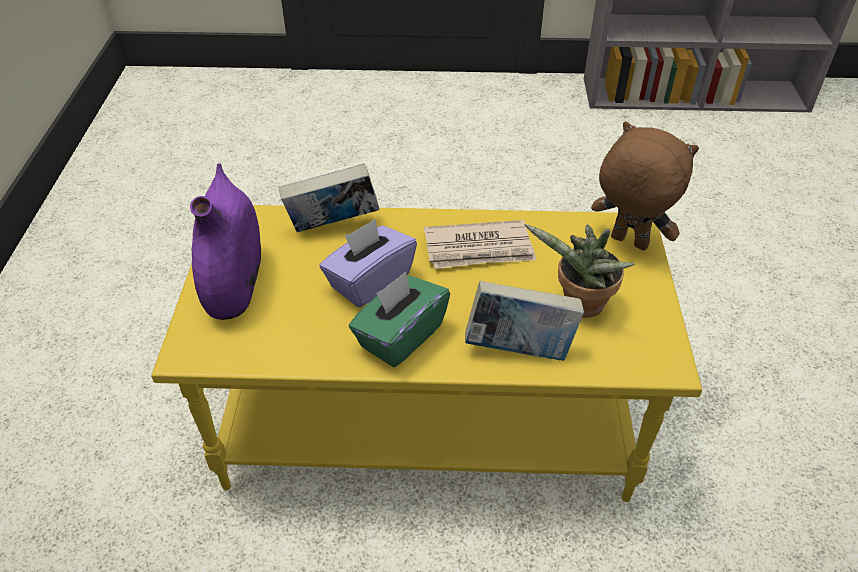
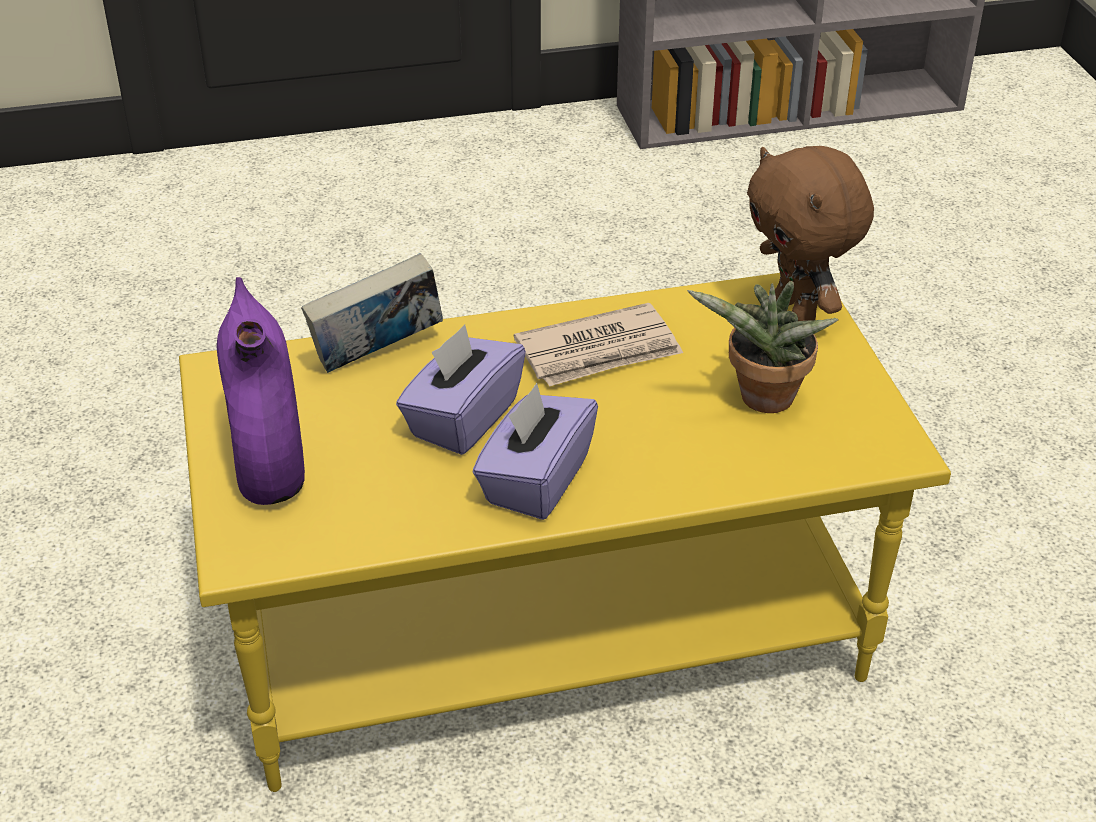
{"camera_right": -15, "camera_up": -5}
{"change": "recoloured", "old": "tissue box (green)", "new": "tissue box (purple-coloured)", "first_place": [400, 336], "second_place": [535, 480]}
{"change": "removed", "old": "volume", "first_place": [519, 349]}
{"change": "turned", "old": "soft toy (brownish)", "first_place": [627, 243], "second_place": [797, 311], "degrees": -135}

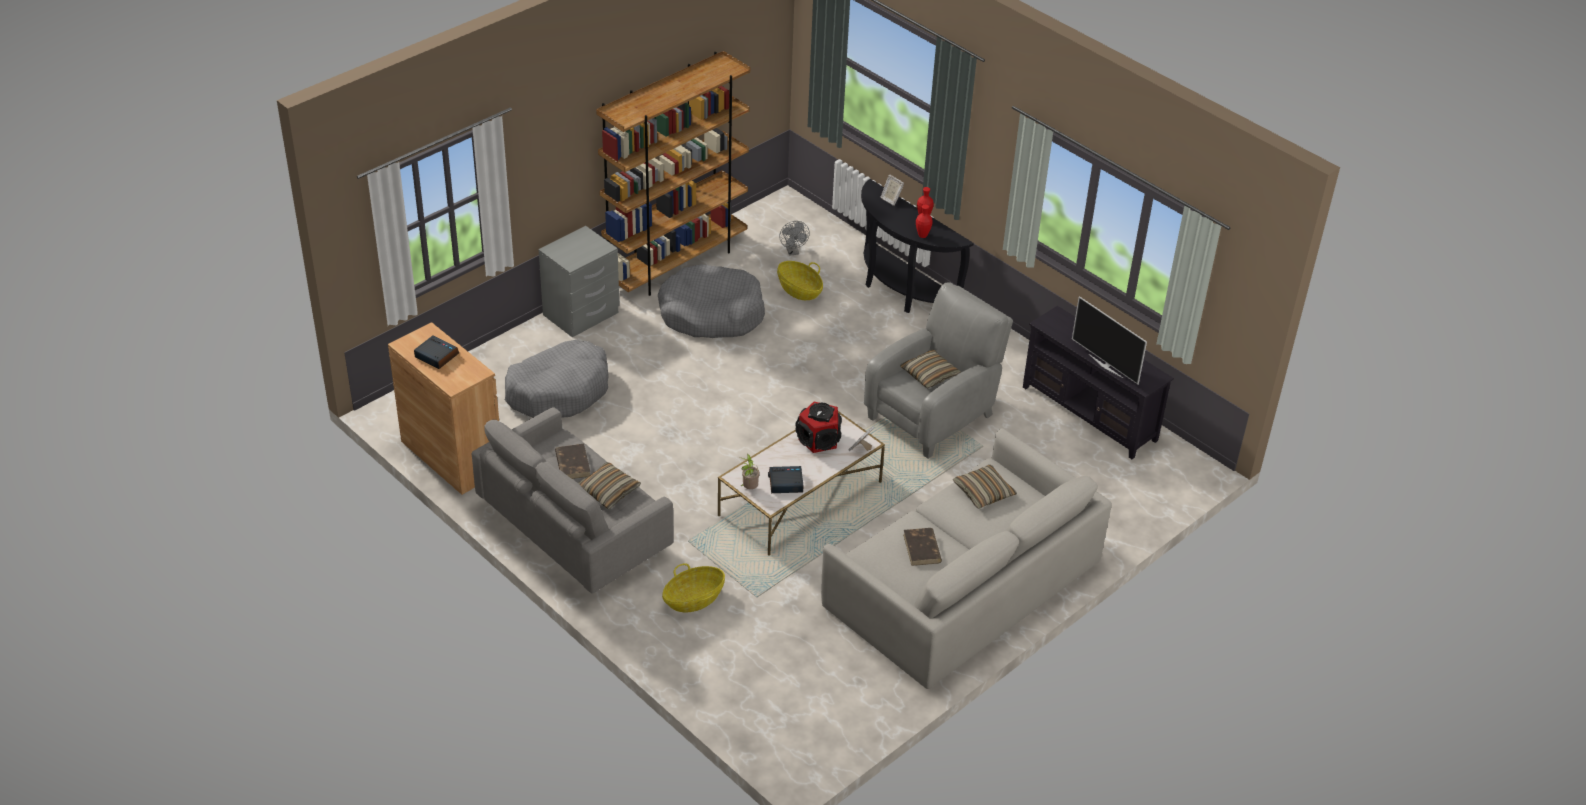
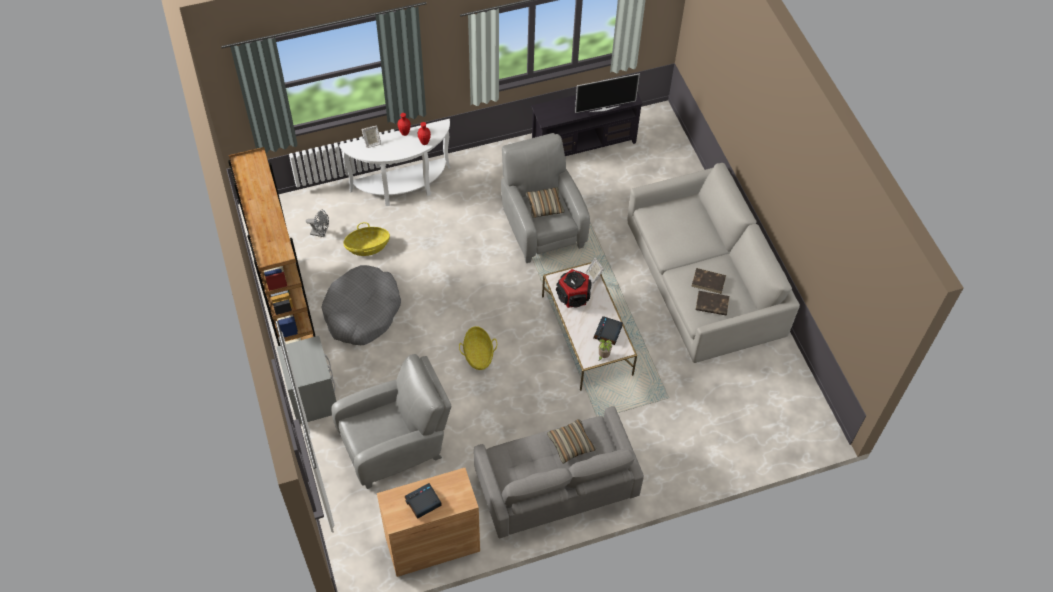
{"camera_right": -65, "camera_up": 15}
{"change": "replaced", "old": "pet bed (gray)", "new": "easy chair (gray)", "first_place": [559, 391], "second_place": [395, 444]}
{"change": "moved", "old": "volume (brownish)", "first_place": [572, 463], "second_place": [711, 304]}
{"change": "moved", "old": "basket", "first_place": [693, 599], "second_place": [478, 355]}
{"change": "recoloured", "old": "narrow table (blackish)", "new": "narrow table (white)", "first_place": [900, 290], "second_place": [403, 188]}
{"change": "removed", "old": "pillow", "first_place": [983, 492]}

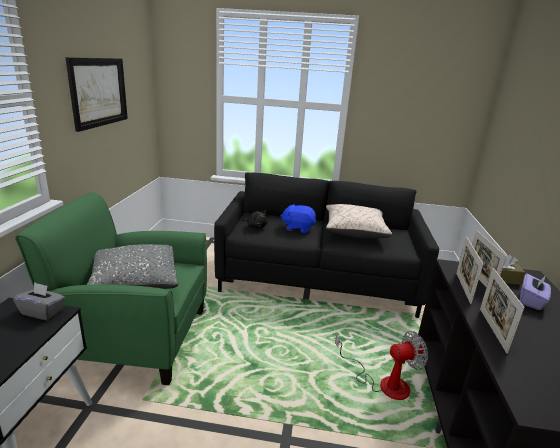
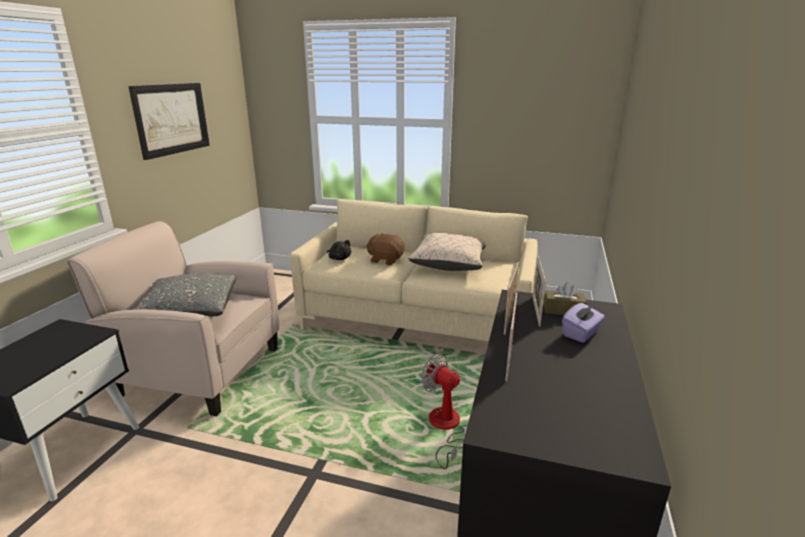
{"camera_right": 10, "camera_up": 0}
{"change": "removed", "old": "tissue box (gray)", "first_place": [42, 312]}
{"change": "recoloured", "old": "easy chair (green)", "new": "easy chair (beige-coloured)", "first_place": [135, 338], "second_place": [199, 371]}
{"change": "recoloured", "old": "sofa (blackish)", "new": "sofa (beige-coloured)", "first_place": [318, 279], "second_place": [417, 319]}
{"change": "recoloured", "old": "soft toy (bluish)", "new": "soft toy (brownish)", "first_place": [298, 228], "second_place": [386, 260]}
{"change": "turned", "old": "fan", "first_place": [383, 383], "second_place": [445, 428], "degrees": -135}

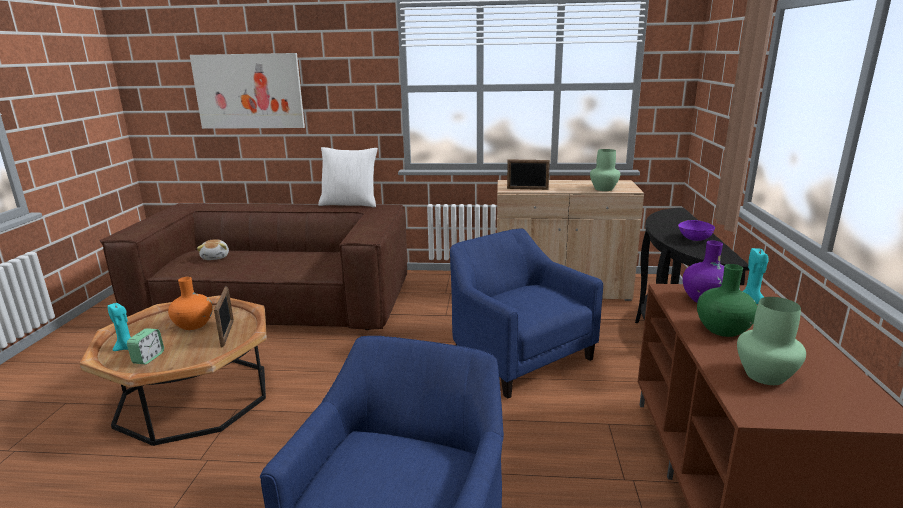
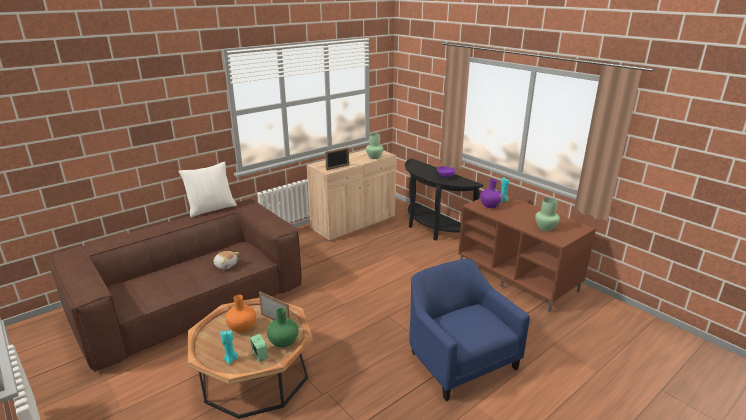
{"camera_right": -45, "camera_up": 5}
{"change": "removed", "old": "wall picture", "first_place": [249, 91]}
{"change": "moved", "old": "soft toy", "first_place": [216, 257], "second_place": [226, 265]}
{"change": "removed", "old": "easy chair (bluish)", "first_place": [517, 356]}
{"change": "moved", "old": "vase (green)", "first_place": [722, 329], "second_place": [283, 342]}

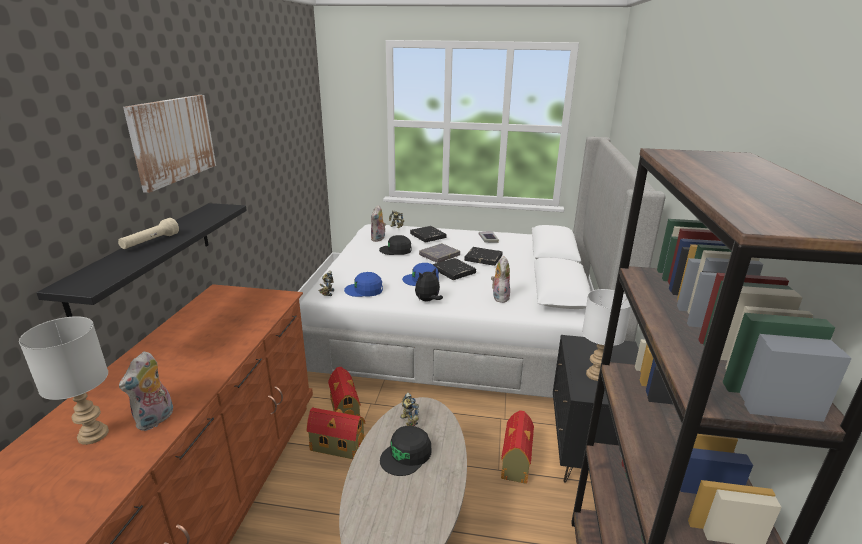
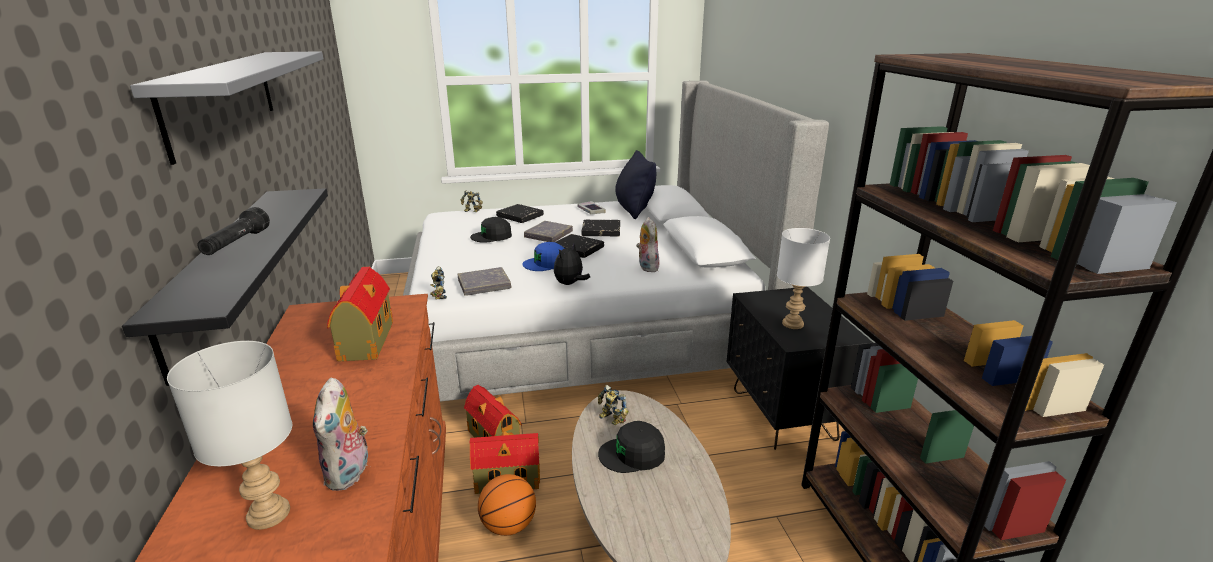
{"camera_right": -20, "camera_up": 0}
{"change": "recoloured", "old": "hand torch (beige-coloured)", "new": "hand torch (blackish)", "first_place": [150, 242], "second_place": [236, 244]}
{"change": "replaced", "old": "wall picture", "new": "shelf (gray)", "first_place": [172, 140], "second_place": [222, 99]}
{"change": "replaced", "old": "baseball cap (bluish)", "new": "volume (gray)", "first_place": [364, 290], "second_place": [484, 285]}
{"change": "removed", "old": "soft toy", "first_place": [378, 239]}
{"change": "turned", "old": "baseball cap (blackish)", "first_place": [406, 455], "second_place": [633, 454], "degrees": 60}
{"change": "moved", "old": "toy house", "first_place": [515, 463], "second_place": [366, 342]}
{"change": "added", "new": "basketball ball", "second_place": [509, 525]}
{"change": "added", "new": "pillow (blackish)", "second_place": [634, 209]}

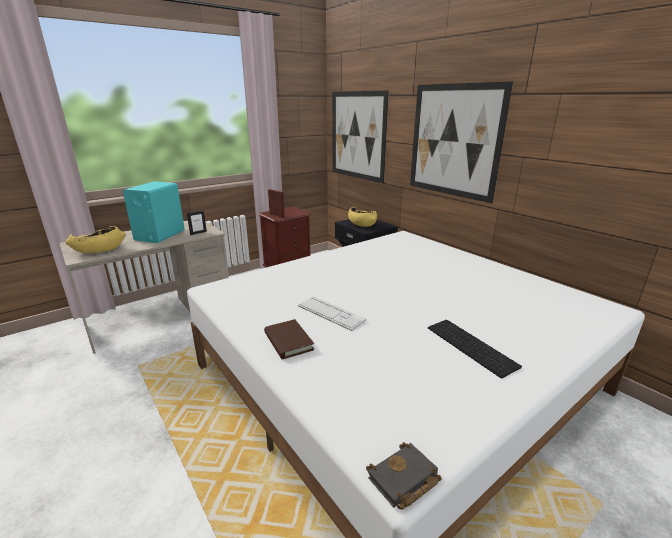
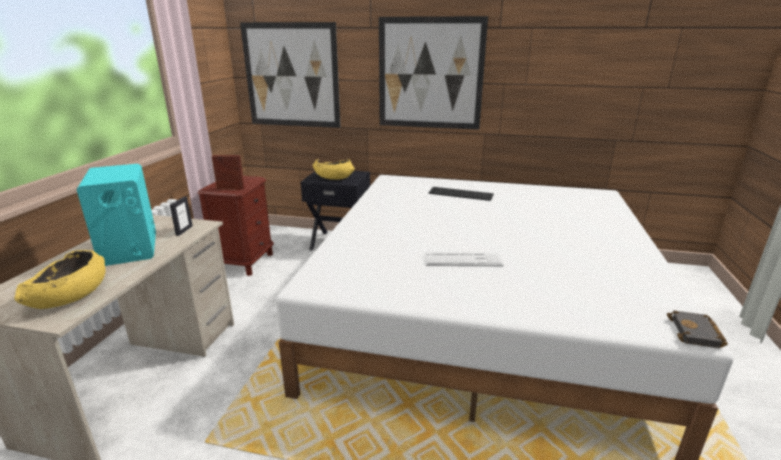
{"camera_right": -40, "camera_up": 0}
{"change": "removed", "old": "volume (brownish)", "first_place": [288, 341]}
{"change": "moved", "old": "keyboard", "first_place": [472, 346], "second_place": [461, 193]}

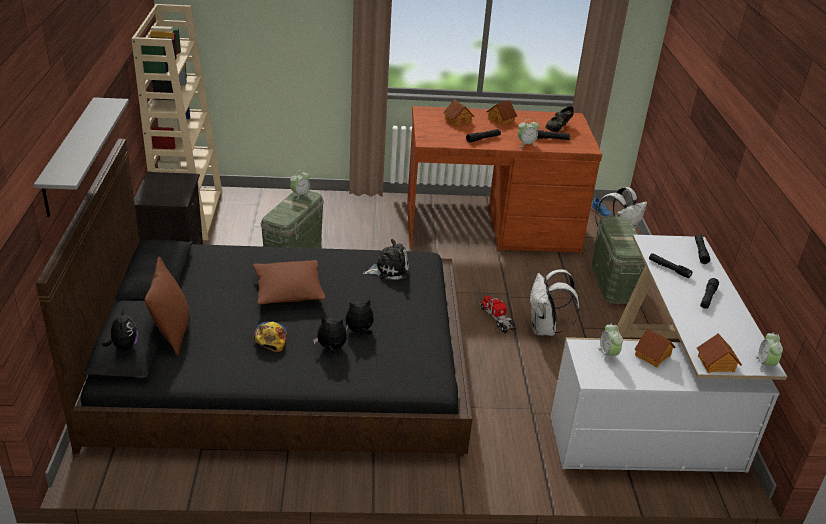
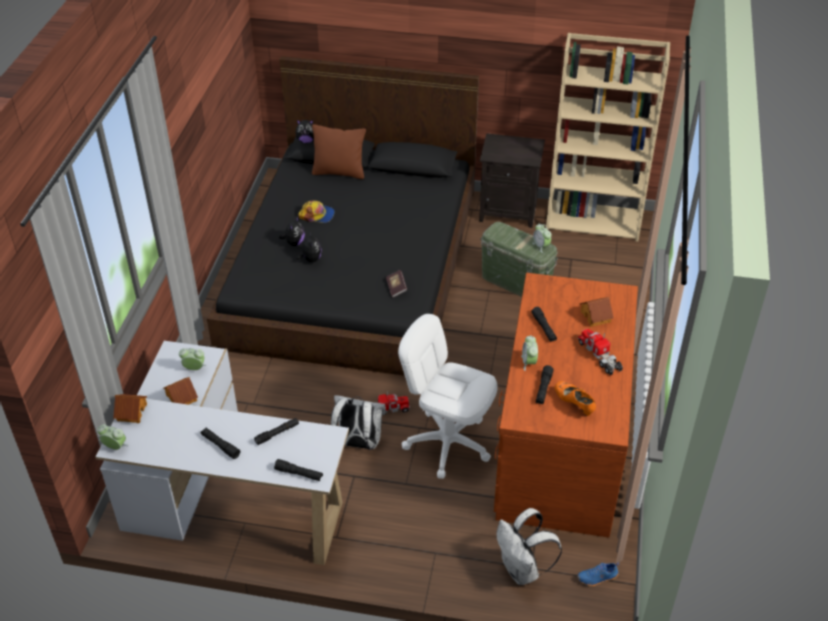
{"camera_right": 105, "camera_up": 10}
{"change": "removed", "old": "shelf (gray)", "first_place": [69, 156]}
{"change": "removed", "old": "pillow (brownish)", "first_place": [288, 291]}
{"change": "replaced", "old": "soft toy", "new": "volume", "first_place": [389, 269], "second_place": [396, 288]}
{"change": "replaced", "old": "toy house", "new": "model truck", "first_place": [501, 120], "second_place": [599, 356]}
{"change": "recoloured", "old": "low shoe (blackish)", "new": "low shoe (orange-coloured)", "first_place": [558, 128], "second_place": [574, 404]}
{"change": "removed", "old": "storage container (green)", "first_place": [613, 283]}
{"change": "added", "new": "computer chair (white)", "second_place": [448, 443]}

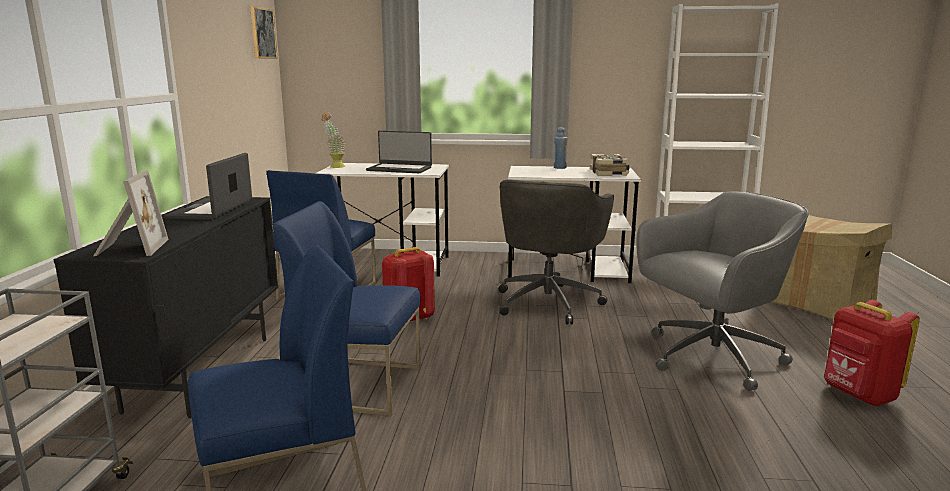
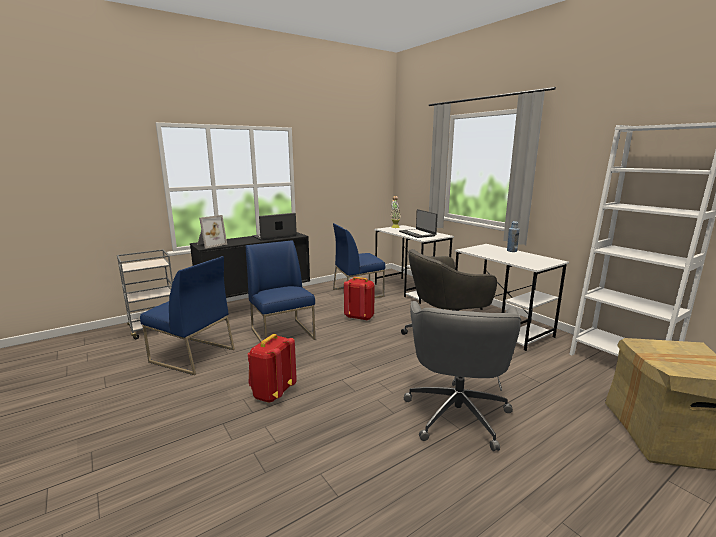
{"camera_right": 50, "camera_up": 0}
{"change": "removed", "old": "wall picture", "first_place": [262, 33]}
{"change": "removed", "old": "volume", "first_place": [609, 173]}
{"change": "turned", "old": "computer chair (gray)", "first_place": [710, 358], "second_place": [457, 412], "degrees": 75}
{"change": "moved", "old": "rucksack (red)", "first_place": [858, 395], "second_place": [272, 393]}

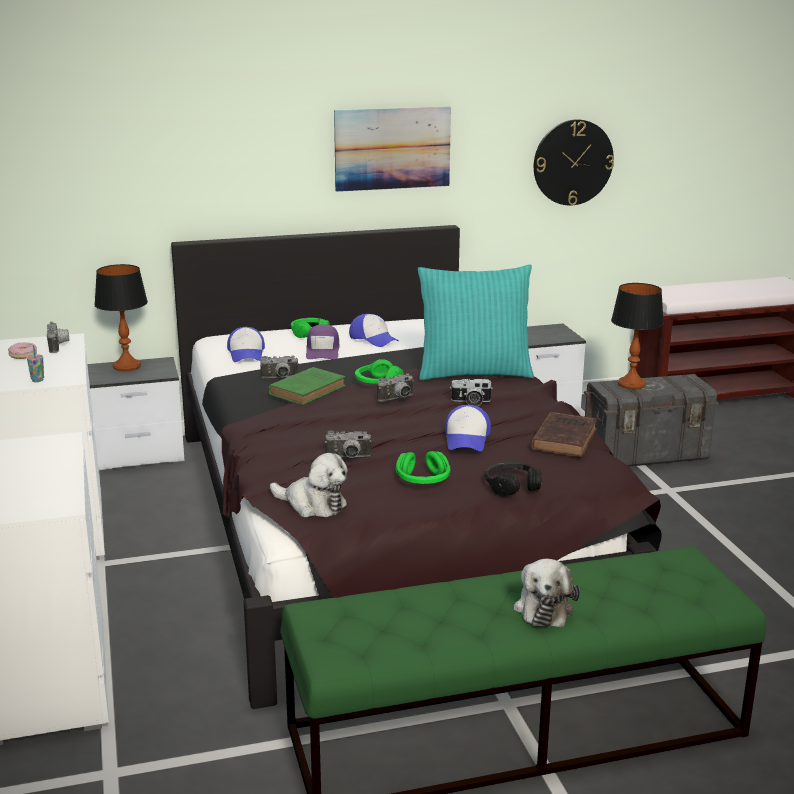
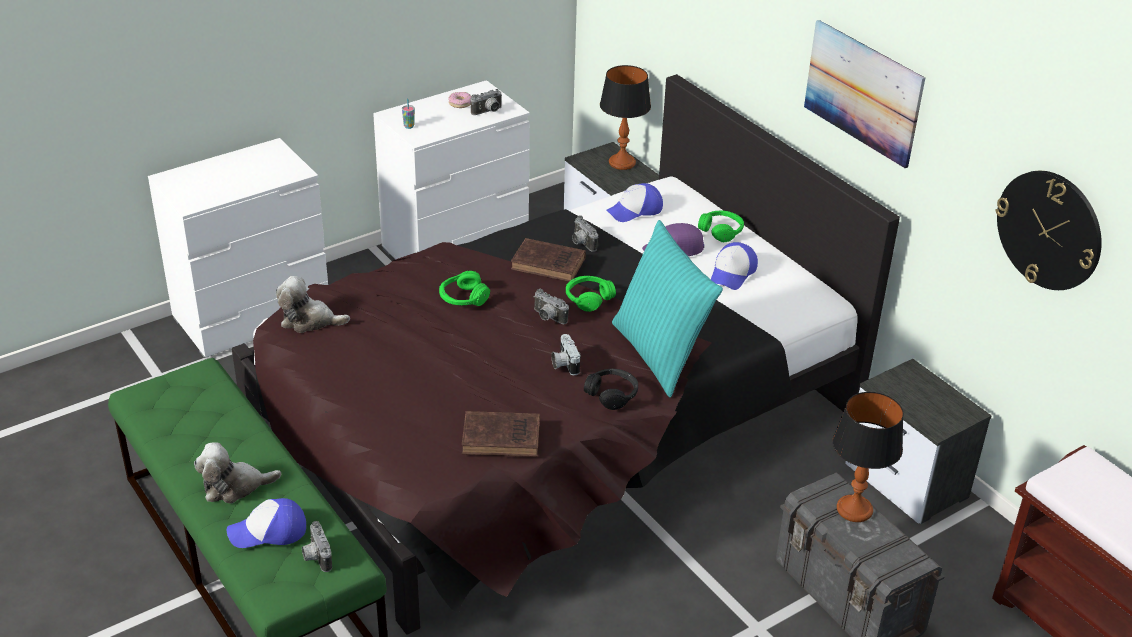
{"camera_right": 70, "camera_up": 15}
{"change": "recoloured", "old": "volume (green)", "new": "volume (brownish)", "first_place": [309, 390], "second_place": [550, 264]}
{"change": "turned", "old": "soft toy", "first_place": [313, 505], "second_place": [309, 321], "degrees": 90}
{"change": "moved", "old": "still camera", "first_place": [348, 458], "second_place": [315, 557]}
{"change": "moved", "old": "headphones (green)", "first_place": [423, 480], "second_place": [463, 298]}
{"change": "moved", "old": "baseball cap", "first_place": [467, 439], "second_place": [268, 531]}
{"change": "moved", "old": "headphones (blackish)", "first_place": [512, 486], "second_place": [612, 394]}

